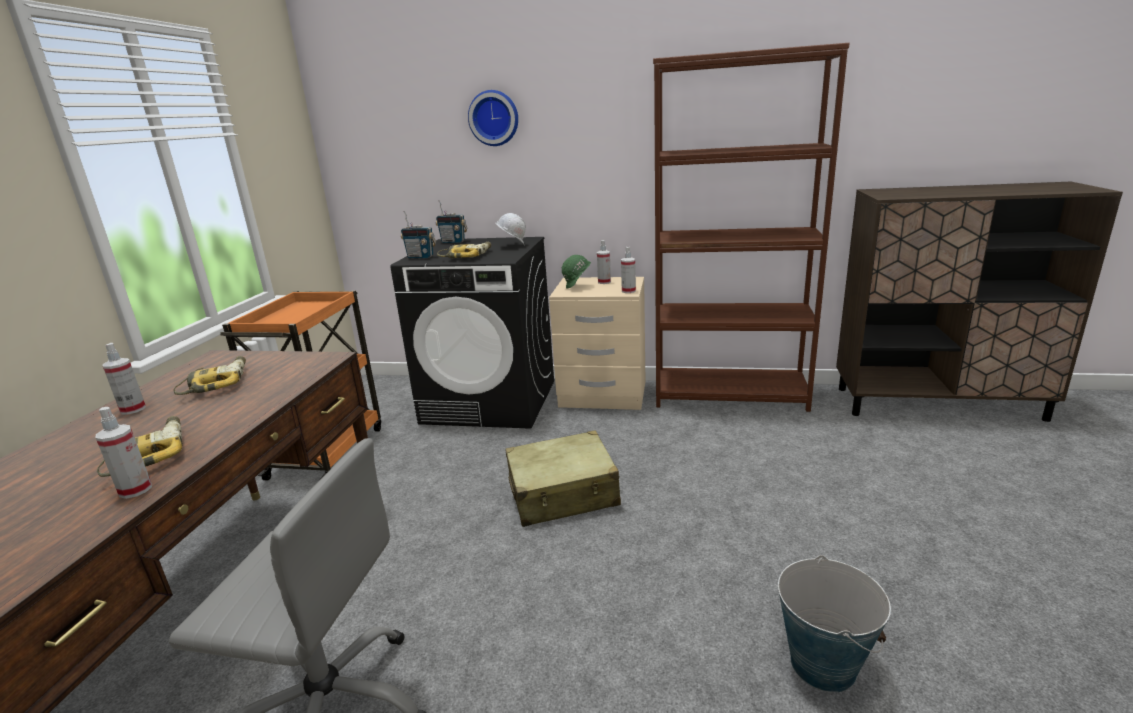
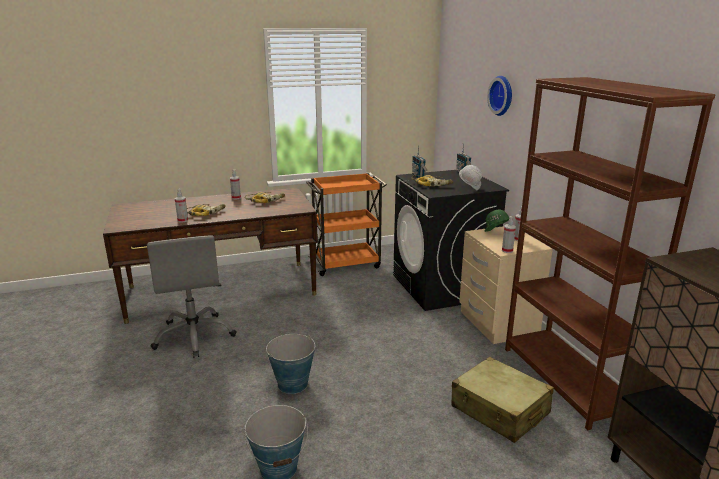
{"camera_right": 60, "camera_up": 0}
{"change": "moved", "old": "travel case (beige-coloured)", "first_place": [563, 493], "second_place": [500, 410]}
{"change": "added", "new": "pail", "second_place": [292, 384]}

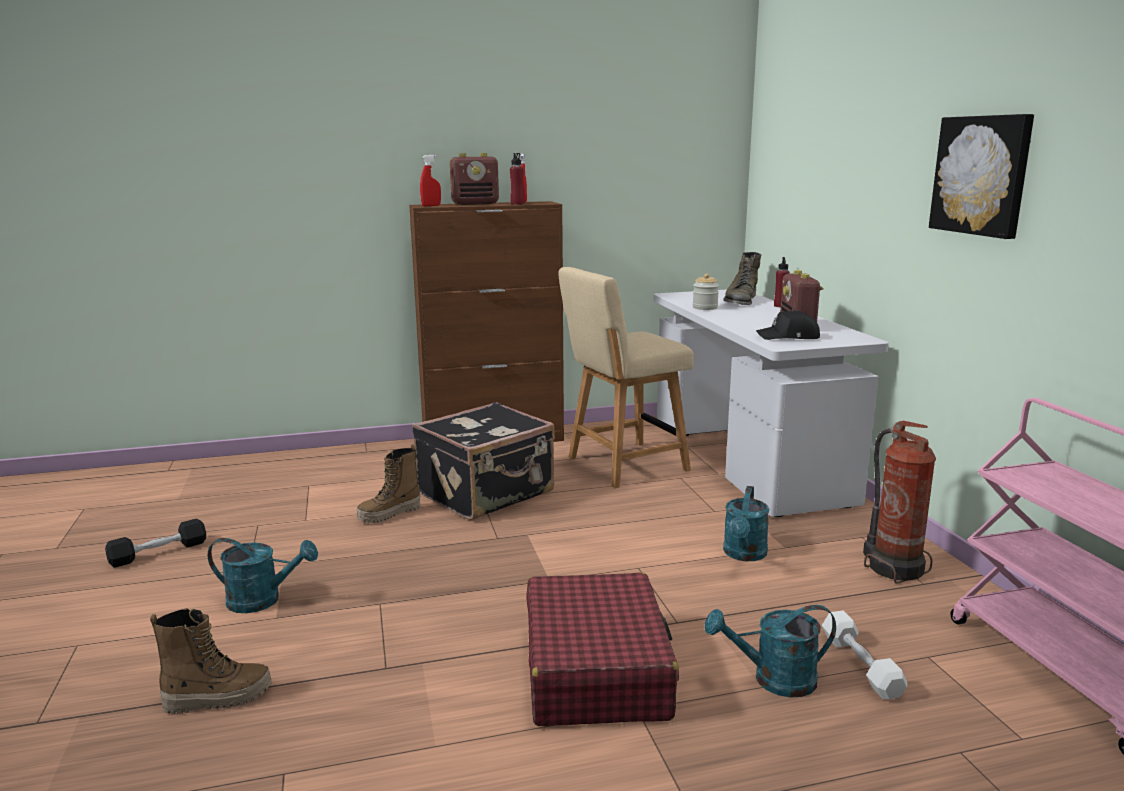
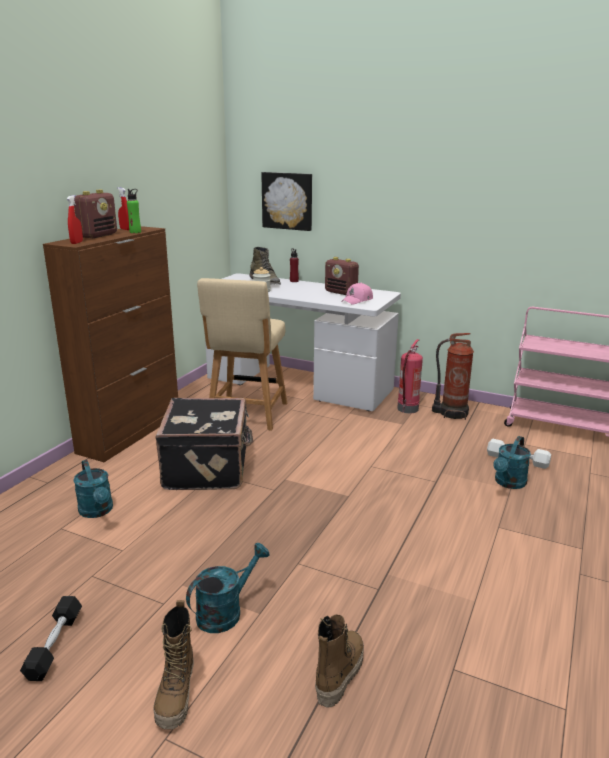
{"camera_right": -50, "camera_up": 5}
{"change": "moved", "old": "high-top boot", "first_place": [389, 514], "second_place": [176, 695]}
{"change": "recoloured", "old": "bottle (red)", "new": "bottle (green)", "first_place": [517, 204], "second_place": [135, 232]}
{"change": "removed", "old": "travel case (red)", "first_place": [596, 669]}
{"change": "moved", "old": "watering pot (turquoise)", "first_place": [744, 555], "second_place": [97, 511]}
{"change": "recoloured", "old": "baseball cap (blackish)", "new": "baseball cap (pinkish)", "first_place": [789, 337], "second_place": [357, 300]}
{"change": "moved", "old": "wall picture", "first_place": [982, 175], "second_place": [287, 201]}
{"change": "added", "new": "extinguisher", "second_place": [407, 409]}

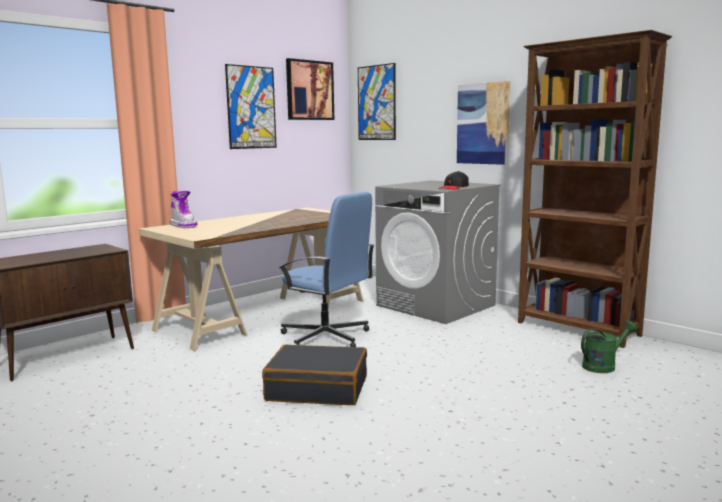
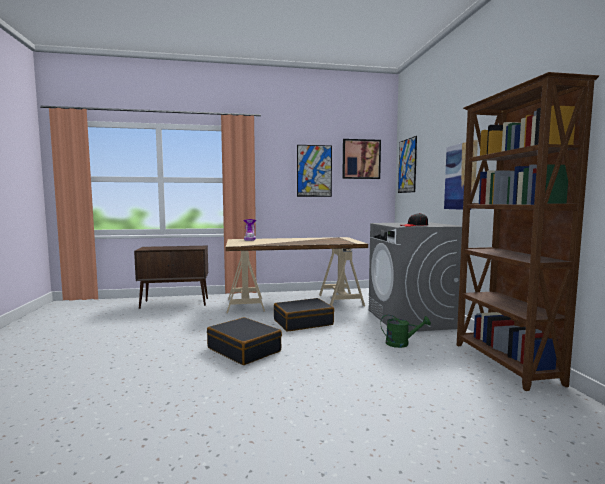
{"camera_right": 35, "camera_up": -5}
{"change": "replaced", "old": "computer chair (bluish)", "new": "travel case (blackish)", "first_place": [326, 337], "second_place": [303, 322]}
{"change": "moved", "old": "watering pot (green)", "first_place": [603, 366], "second_place": [401, 343]}

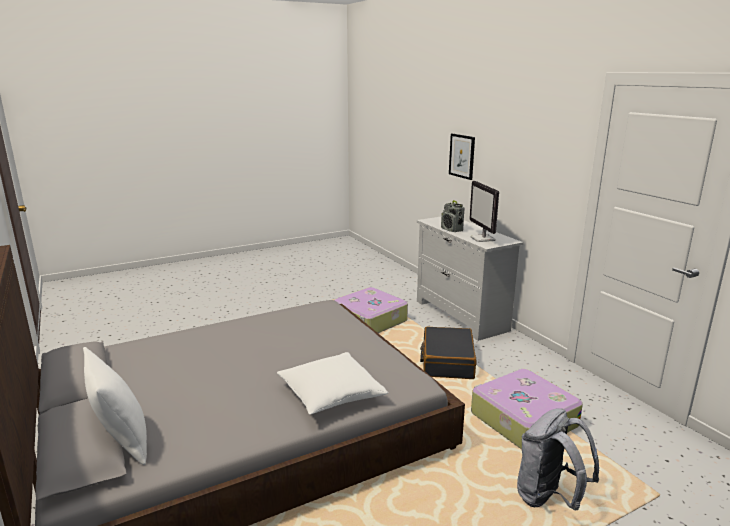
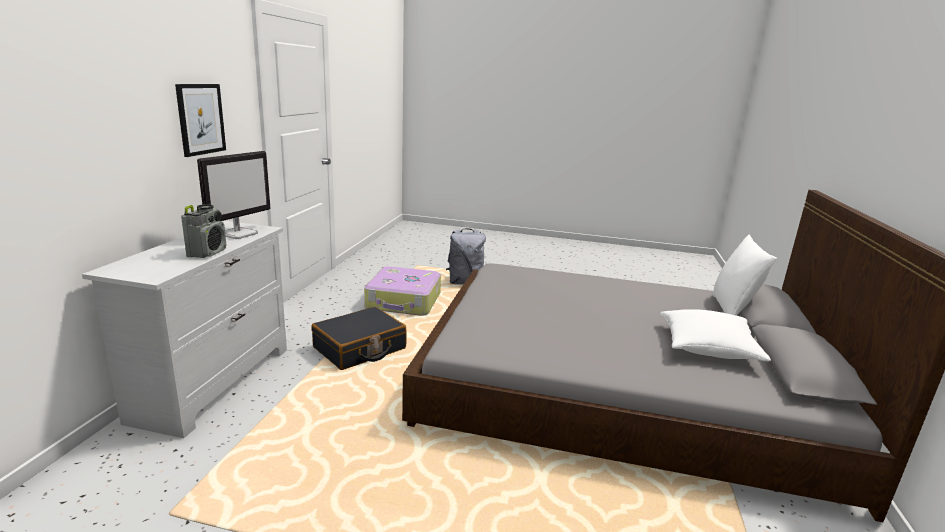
{"camera_right": -140, "camera_up": 0}
{"change": "moved", "old": "pillow (white)", "first_place": [331, 395], "second_place": [708, 347]}
{"change": "removed", "old": "travel case", "first_place": [369, 321]}
{"change": "moved", "old": "wall picture", "first_place": [462, 156], "second_place": [201, 119]}

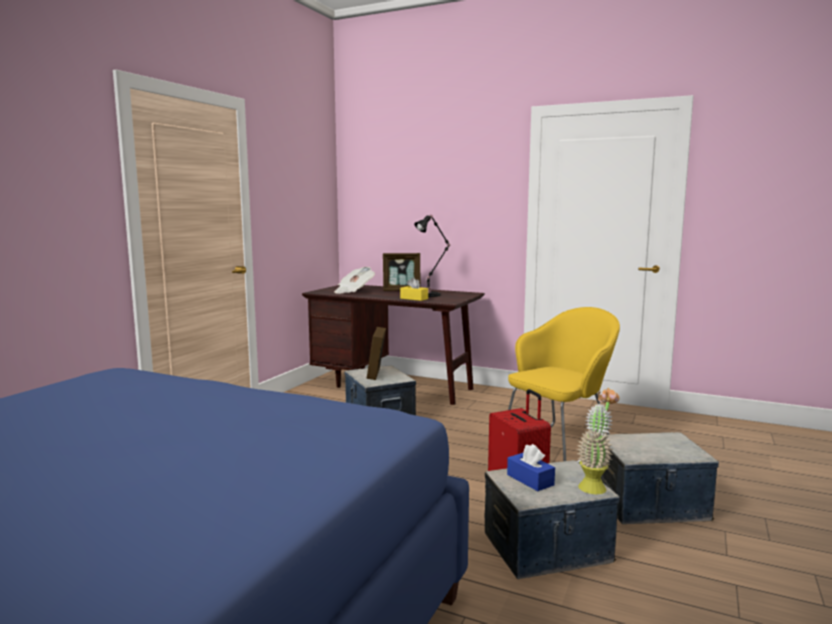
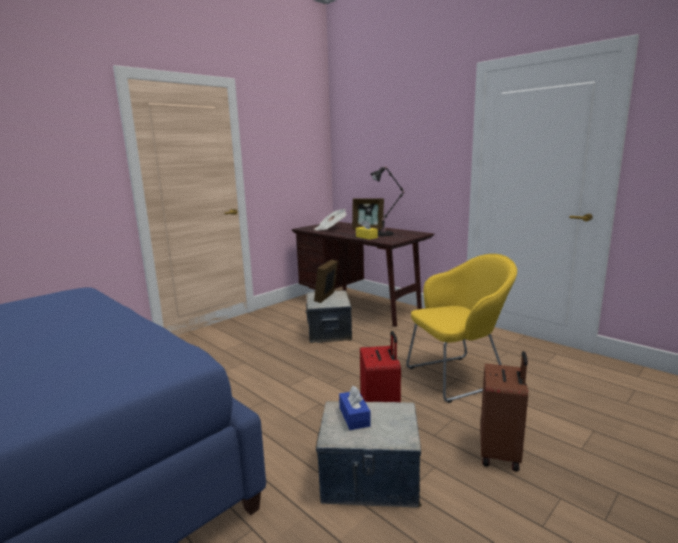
{"camera_right": 20, "camera_up": 5}
{"change": "removed", "old": "houseplant", "first_place": [595, 485]}
{"change": "replaced", "old": "storage container", "new": "travel case (brownish)", "first_place": [650, 505], "second_place": [501, 453]}

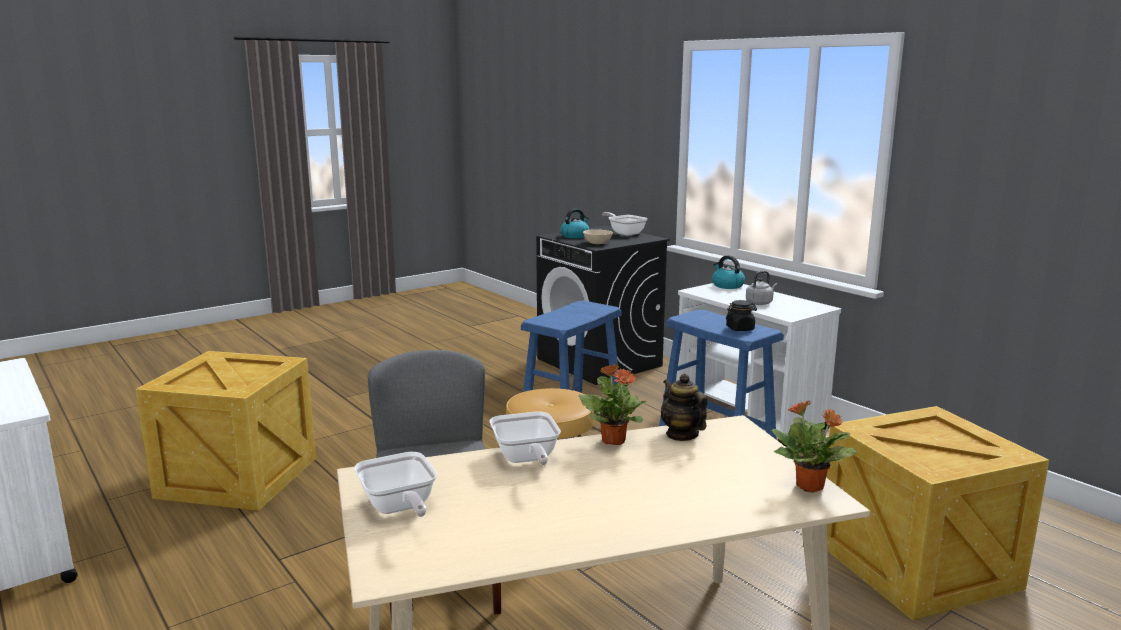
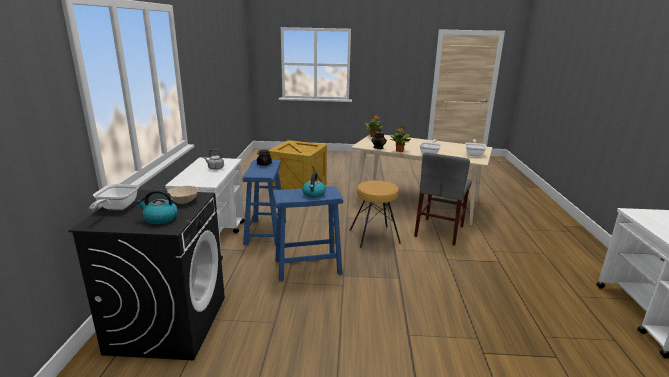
{"camera_right": -140, "camera_up": 5}
{"change": "removed", "old": "crate", "first_place": [237, 476]}
{"change": "moved", "old": "tea kettle", "first_place": [727, 285], "second_place": [314, 194]}

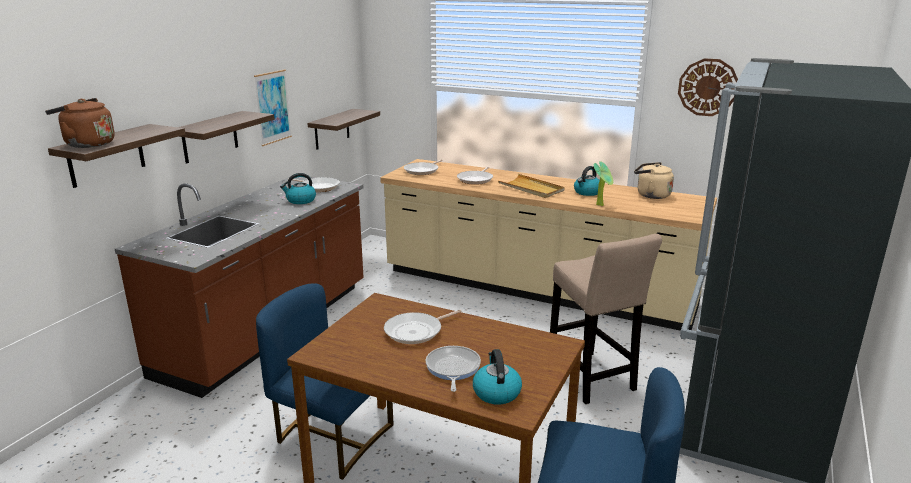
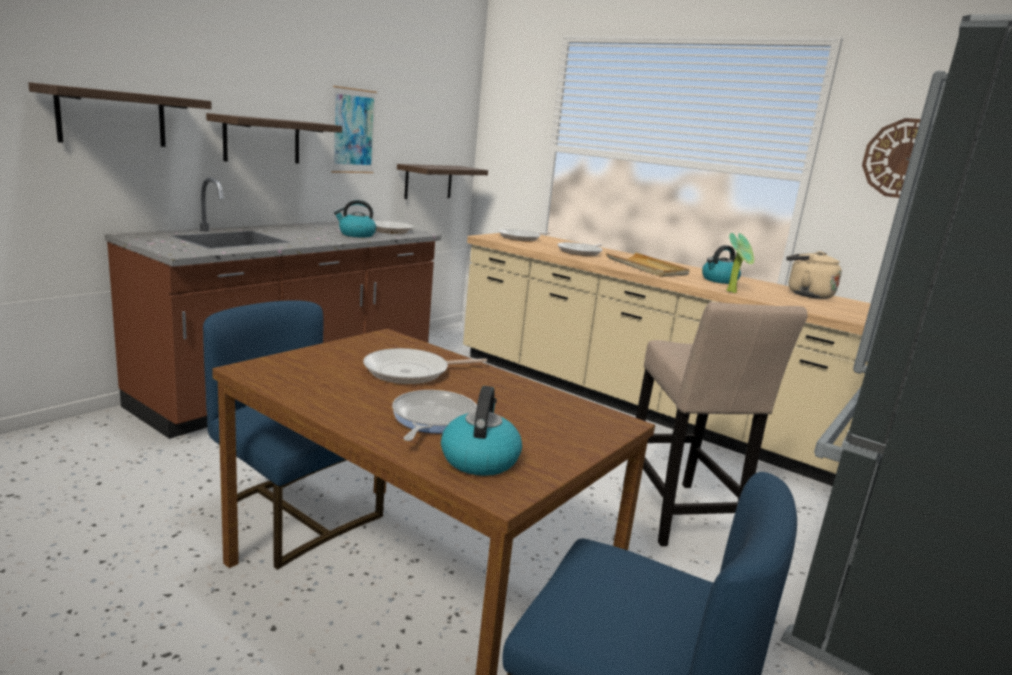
{"camera_right": 10, "camera_up": -5}
{"change": "removed", "old": "tea kettle (brownish)", "first_place": [87, 144]}

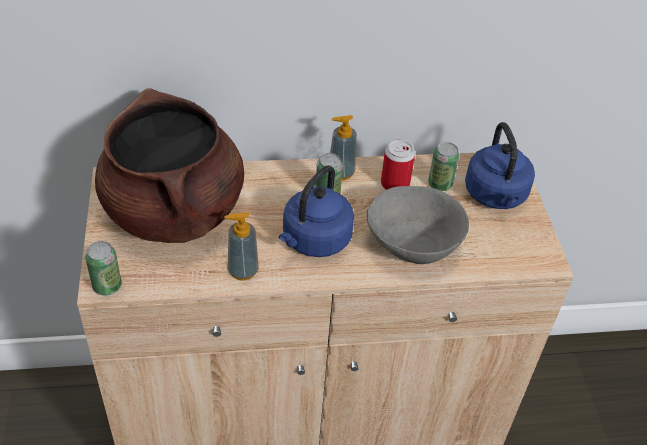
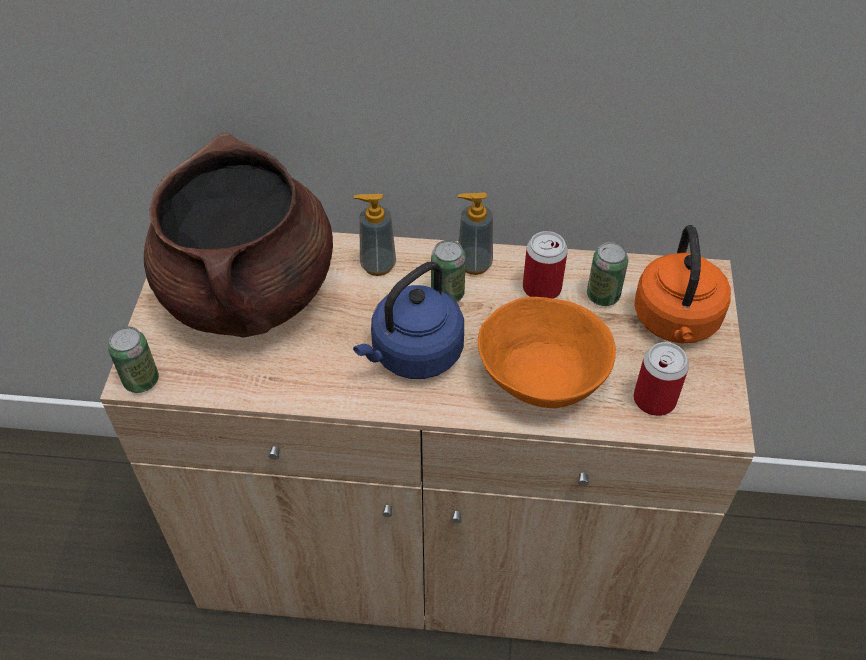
{"camera_right": 15, "camera_up": 5}
{"change": "moved", "old": "soap dispenser", "first_place": [243, 271], "second_place": [378, 265]}
{"change": "recoloured", "old": "serving bowl (gray)", "new": "serving bowl (orange-coloured)", "first_place": [414, 246], "second_place": [543, 378]}
{"change": "recoloured", "old": "tea kettle (bluish)", "new": "tea kettle (orange-coloured)", "first_place": [496, 196], "second_place": [676, 322]}
{"change": "added", "new": "can", "second_place": [654, 399]}

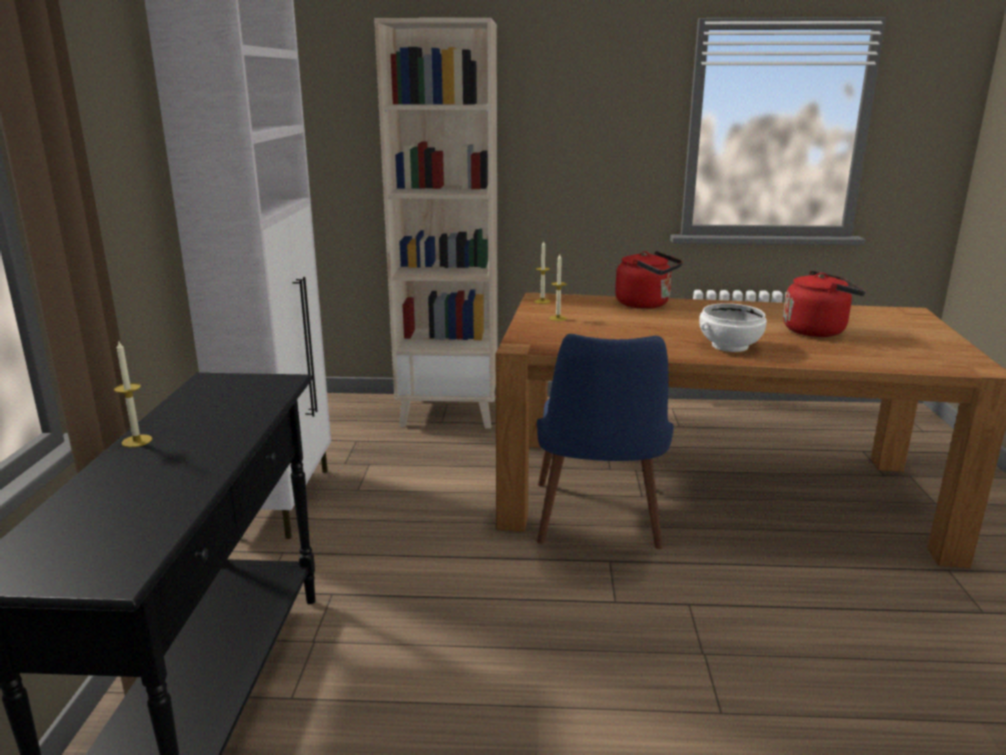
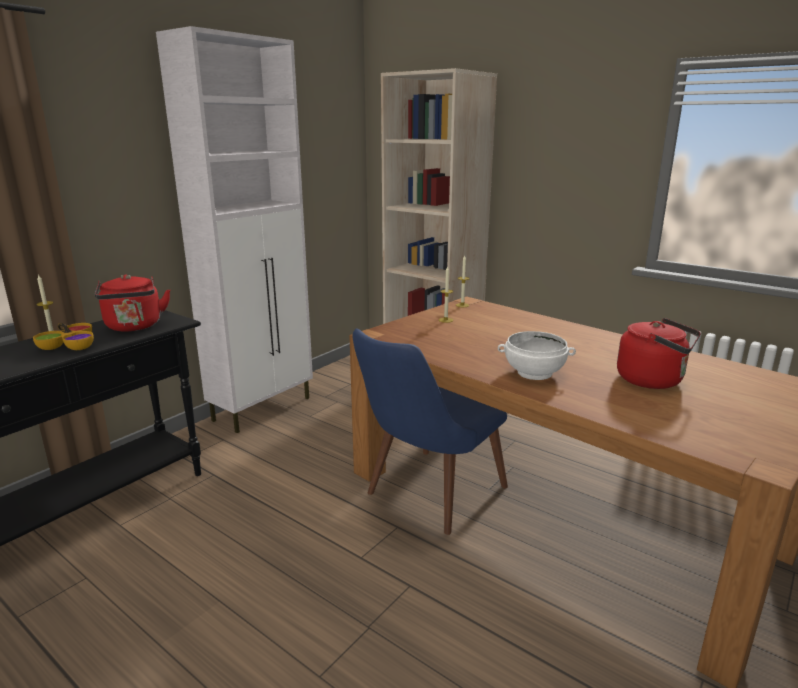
{"camera_right": 35, "camera_up": 0}
{"change": "moved", "old": "tea kettle (red)", "first_place": [646, 304], "second_place": [134, 327]}
{"change": "added", "new": "serving bowl", "second_place": [70, 345]}

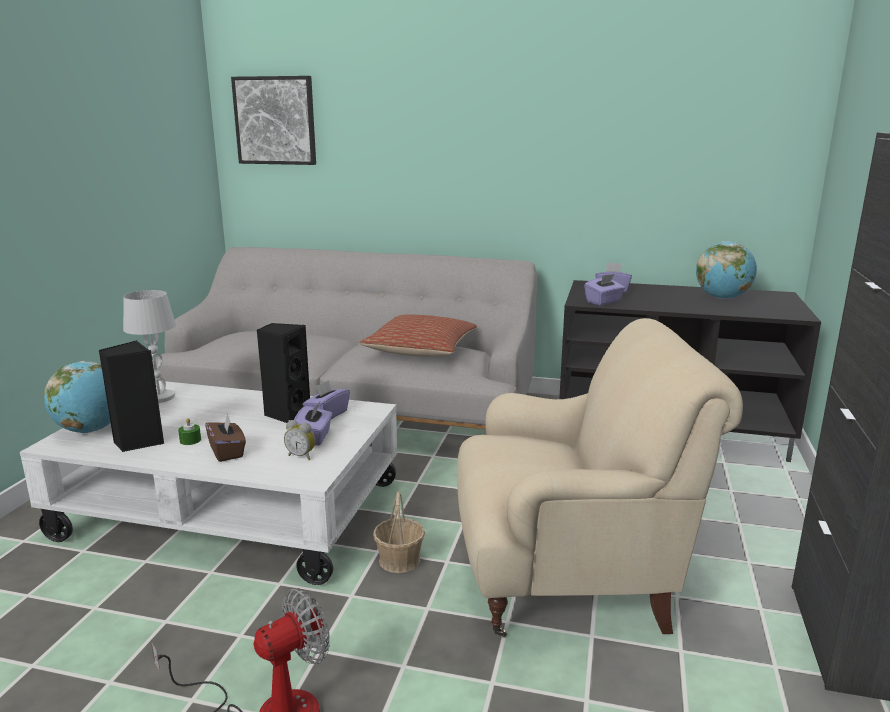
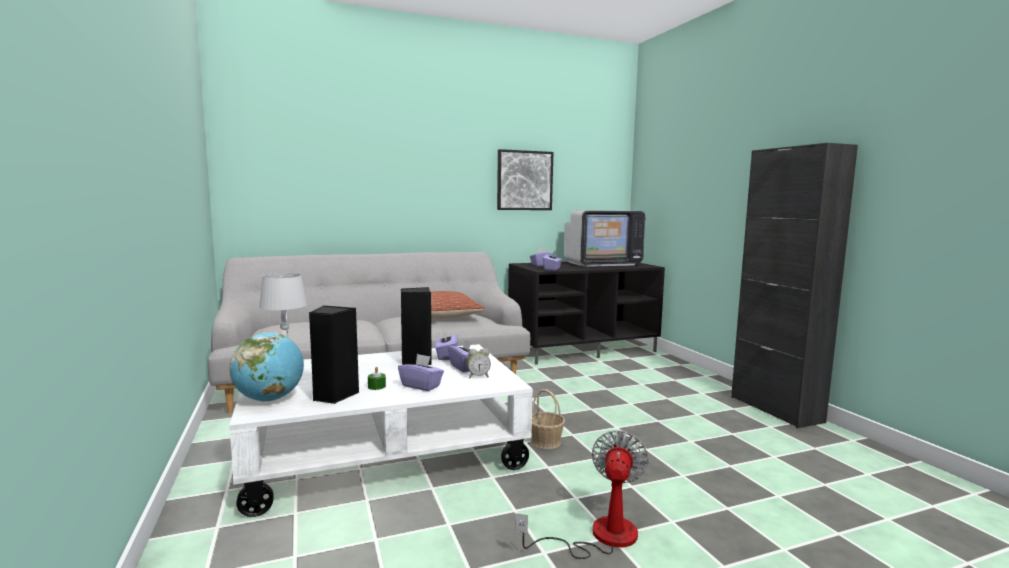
{"camera_right": -35, "camera_up": -10}
{"change": "recoloured", "old": "tissue box (brownish)", "new": "tissue box (purple-coloured)", "first_place": [227, 452], "second_place": [421, 386]}
{"change": "moved", "old": "wall picture", "first_place": [275, 121], "second_place": [524, 180]}
{"change": "removed", "old": "easy chair (beige-coloured)", "first_place": [569, 578]}
{"change": "replaced", "old": "globe", "new": "TV", "first_place": [722, 298], "second_place": [602, 263]}

